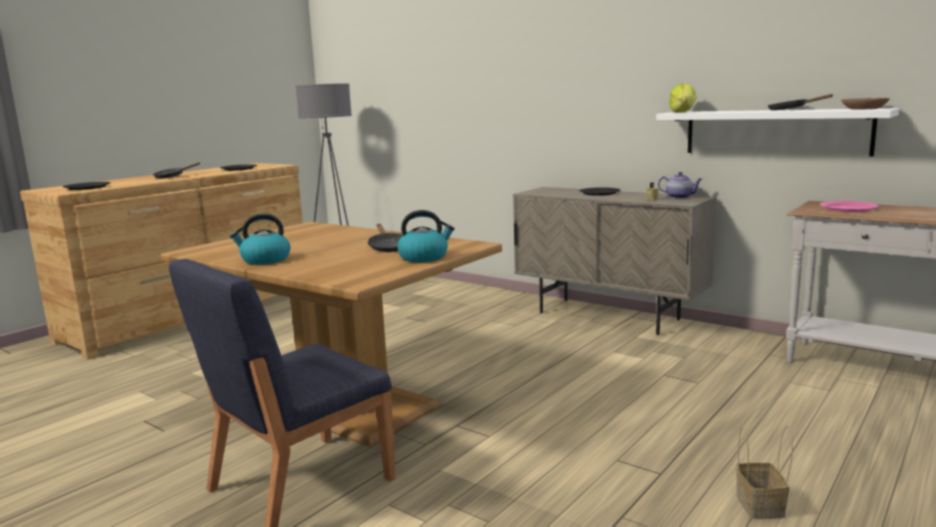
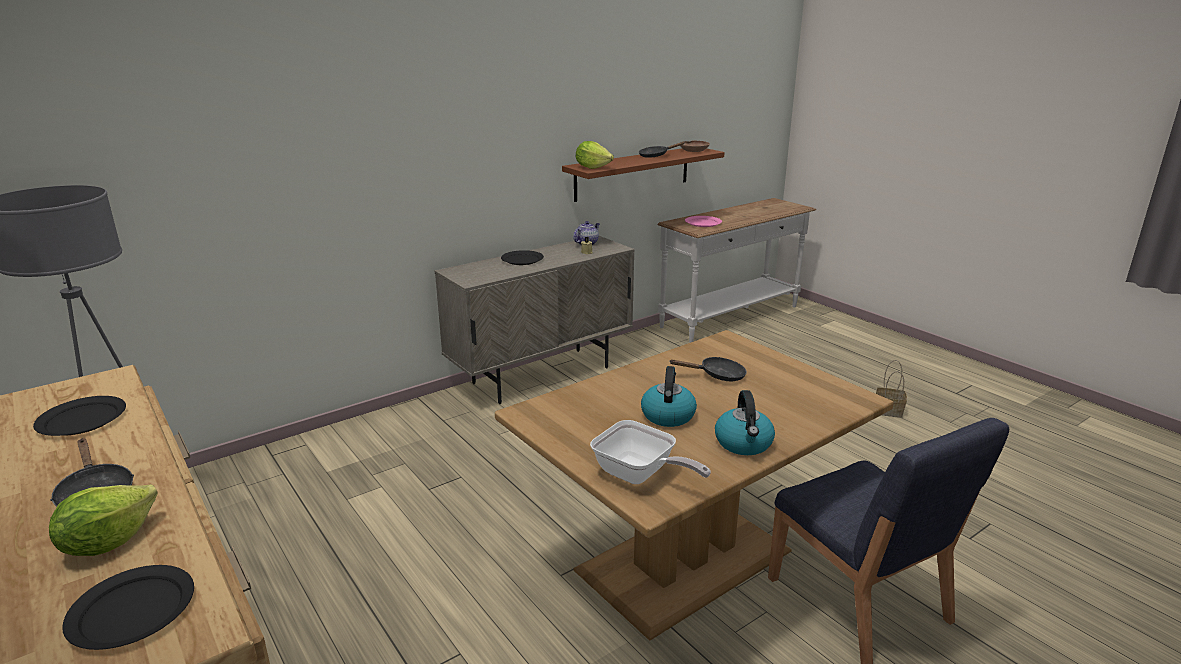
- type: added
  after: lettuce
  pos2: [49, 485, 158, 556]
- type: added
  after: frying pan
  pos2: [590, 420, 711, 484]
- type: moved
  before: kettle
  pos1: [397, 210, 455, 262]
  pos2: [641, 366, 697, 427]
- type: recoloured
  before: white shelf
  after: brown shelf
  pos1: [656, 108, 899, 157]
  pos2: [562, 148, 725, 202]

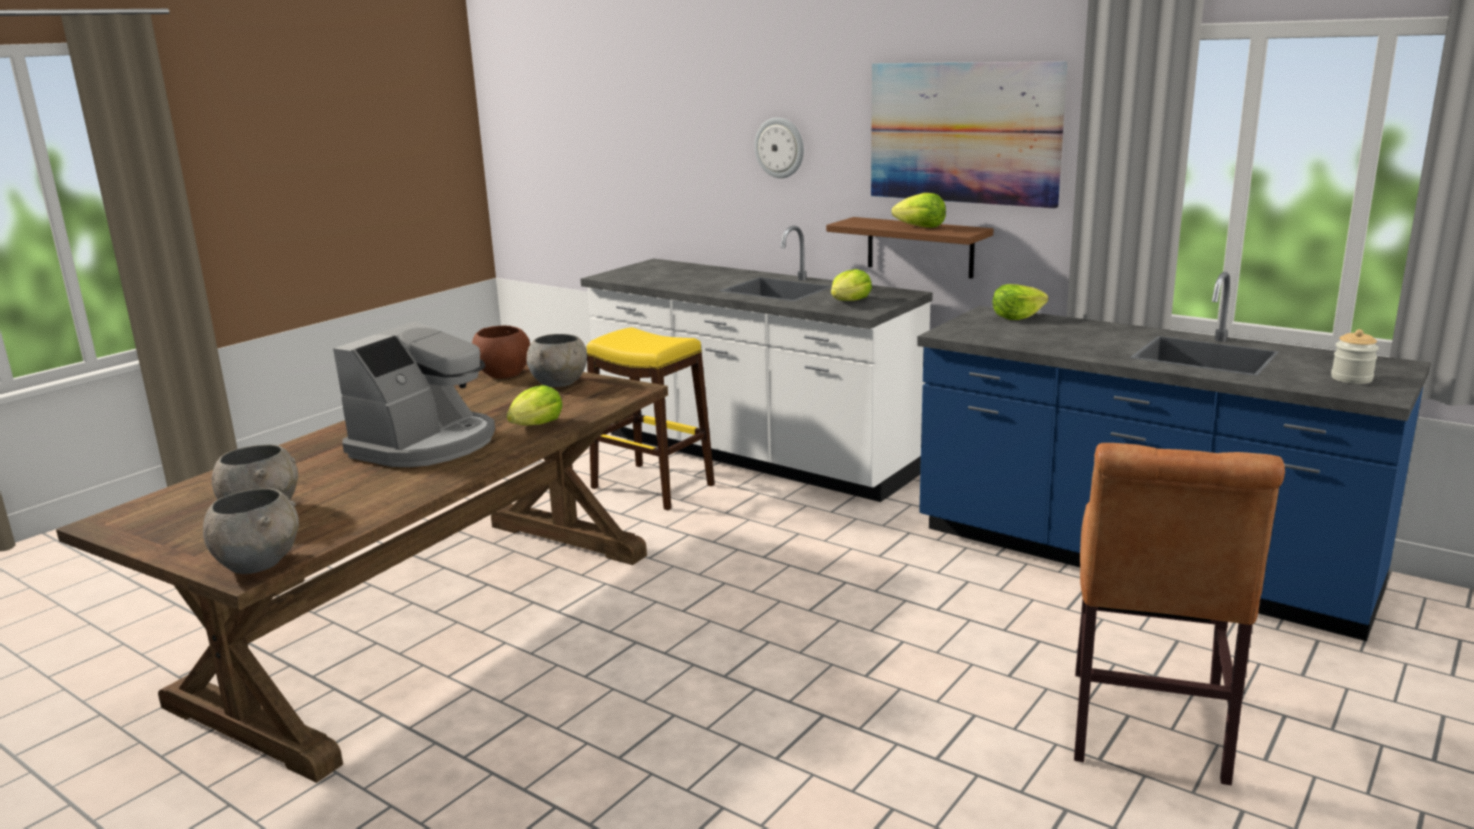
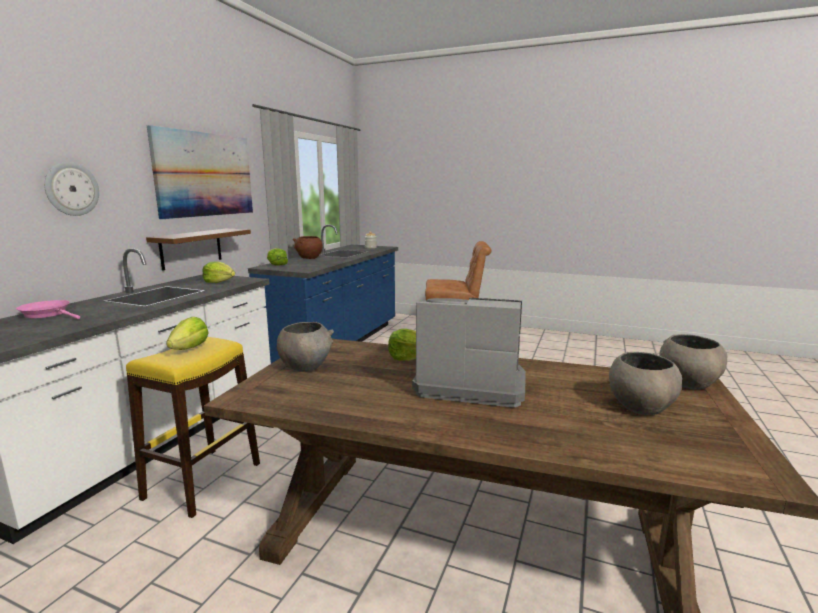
- type: added
  after: pink frying pan
  pos2: [16, 300, 80, 319]
- type: moved
  before: brown bowl
  pos1: [472, 326, 530, 379]
  pos2: [293, 236, 323, 259]
- type: moved
  before: lettuce
  pos1: [891, 193, 946, 228]
  pos2: [166, 317, 208, 350]

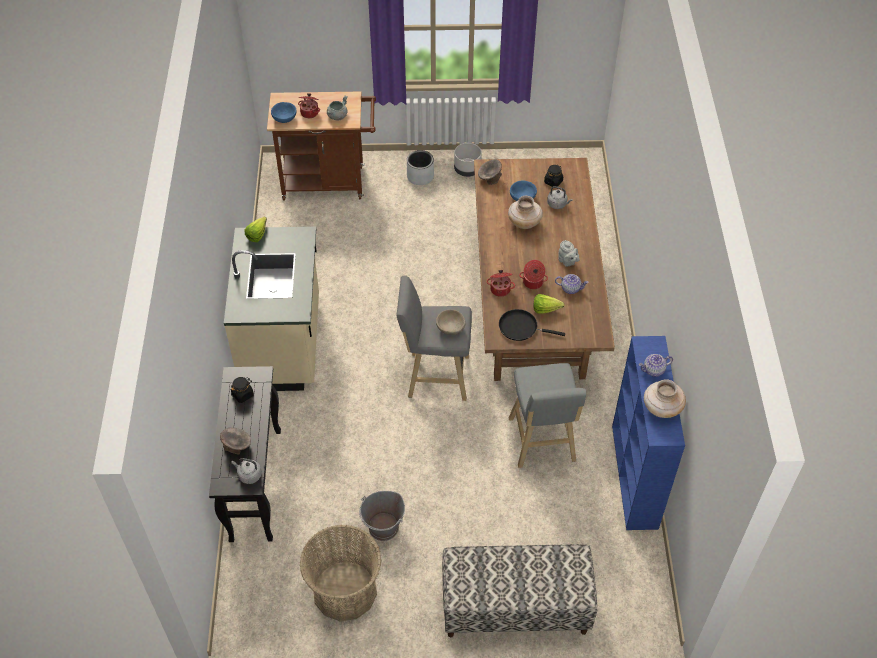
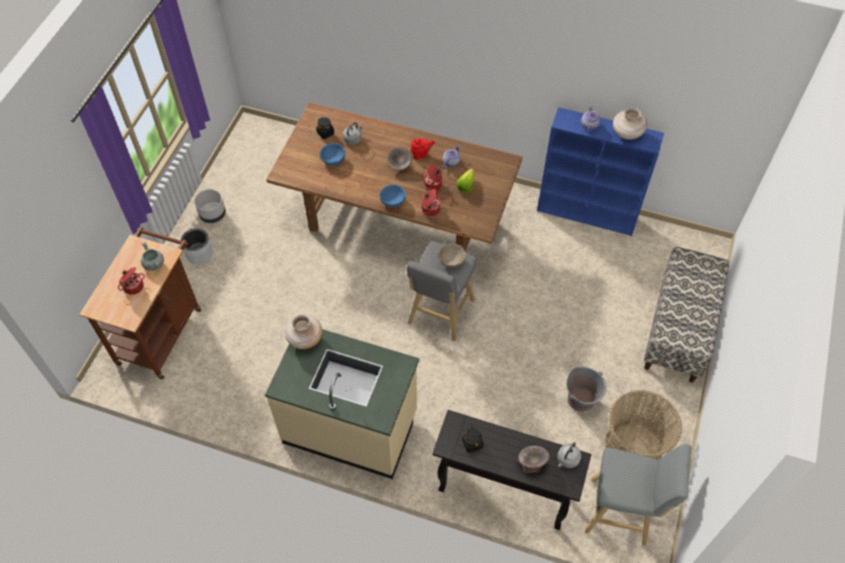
- type: removed
  before: lettuce
  pos1: [245, 216, 267, 242]
- type: removed
  before: black frying pan
  pos1: [499, 309, 565, 341]
- type: moved
  before: blue bowl
  pos1: [271, 102, 297, 123]
  pos2: [380, 185, 406, 207]
- type: moved
  before: grey bowl
  pos1: [478, 159, 502, 185]
  pos2: [387, 147, 412, 171]
- type: moved
  before: beige vase
  pos1: [508, 196, 543, 229]
  pos2: [285, 315, 322, 349]
- type: moved
  before: grey stool
  pos1: [509, 363, 586, 468]
  pos2: [585, 444, 691, 546]
- type: recoloured
  before: grey teapot
  after: red teapot
  pos1: [558, 240, 580, 267]
  pos2: [411, 138, 435, 160]

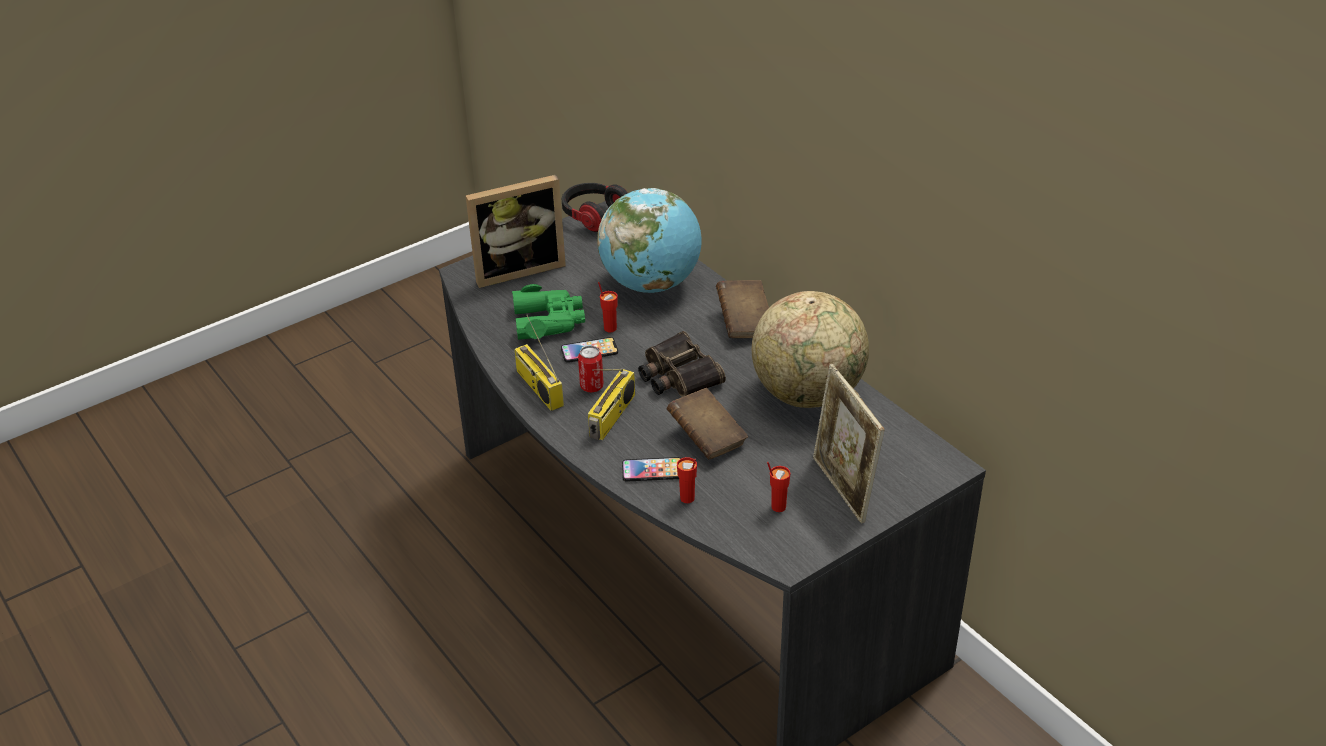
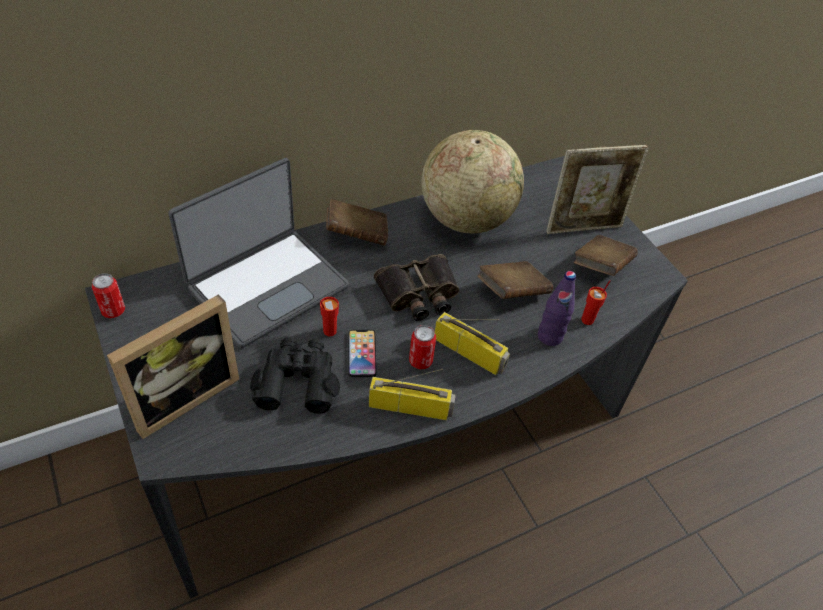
- type: replaced
  before: headphones
  after: can
  pos1: [562, 183, 628, 232]
  pos2: [92, 273, 125, 318]
- type: replaced
  before: globe
  after: laptop
  pos1: [597, 188, 702, 293]
  pos2: [168, 158, 349, 348]
- type: replaced
  before: phone
  after: purple bottle
  pos1: [622, 457, 681, 481]
  pos2: [538, 271, 576, 346]
- type: replaced
  before: red cup
  after: brown book
  pos1: [767, 462, 791, 512]
  pos2: [574, 235, 638, 276]
- type: recoloured
  before: green binoculars
  after: black binoculars
  pos1: [512, 284, 585, 340]
  pos2: [250, 338, 340, 414]
- type: turned
  before: picture frame
  pos1: [465, 175, 566, 288]
  pos2: [107, 294, 239, 439]
  turn: 60
- type: turned
  before: radio
  pos1: [514, 315, 564, 411]
  pos2: [369, 368, 456, 420]
  turn: -150

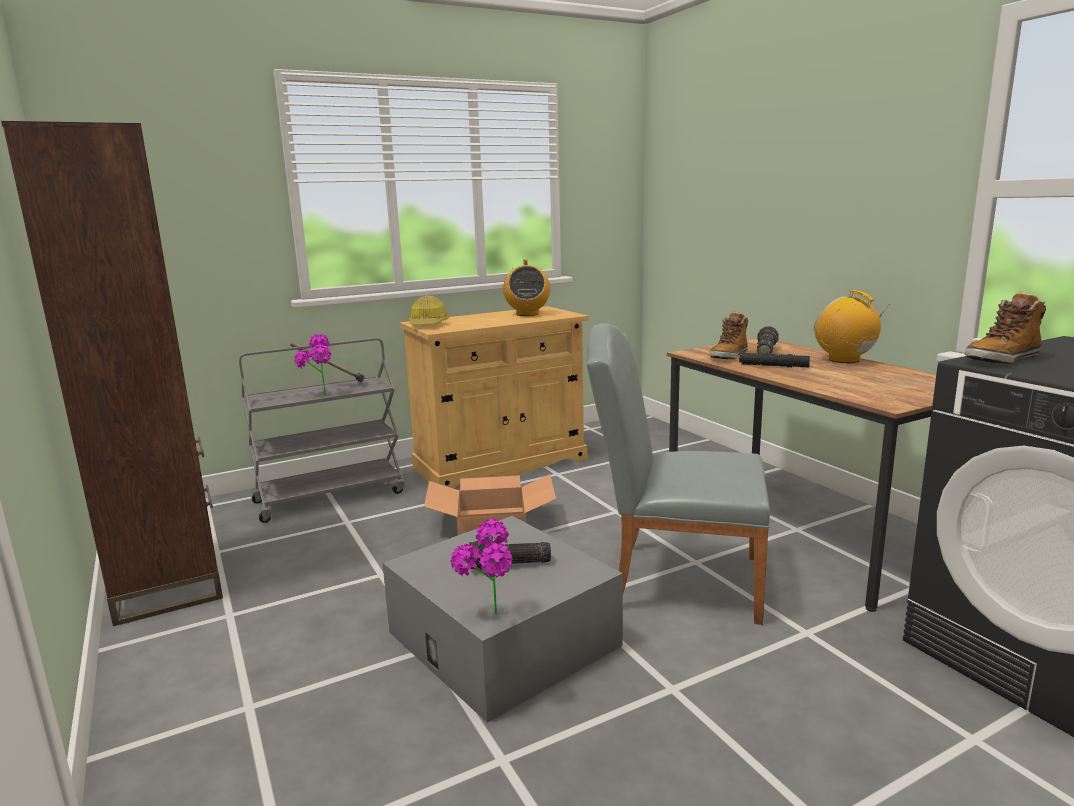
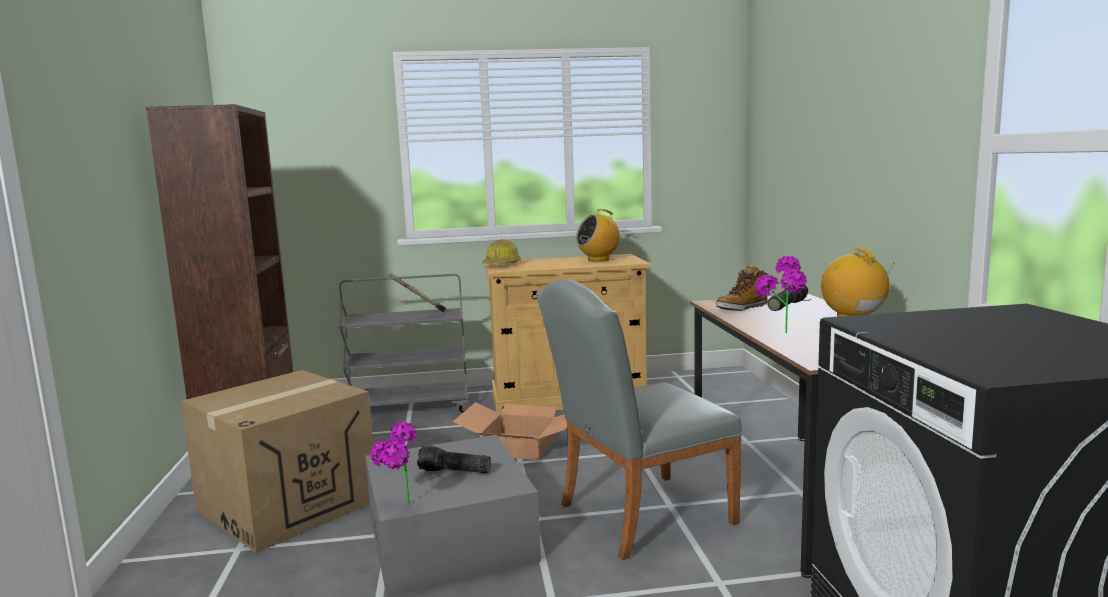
- type: removed
  before: black flashlight
  pos1: [739, 353, 810, 367]
- type: removed
  before: boot
  pos1: [965, 292, 1046, 364]
- type: added
  after: cardboard box
  pos2: [181, 370, 373, 553]
- type: moved
  before: potted plant
  pos1: [294, 334, 331, 395]
  pos2: [755, 256, 807, 333]
- type: turned
  before: radio
  pos1: [503, 259, 550, 316]
  pos2: [576, 209, 620, 261]
  turn: 45
- type: turned
  before: grey chair
  pos1: [587, 323, 770, 625]
  pos2: [536, 279, 743, 560]
  turn: -60

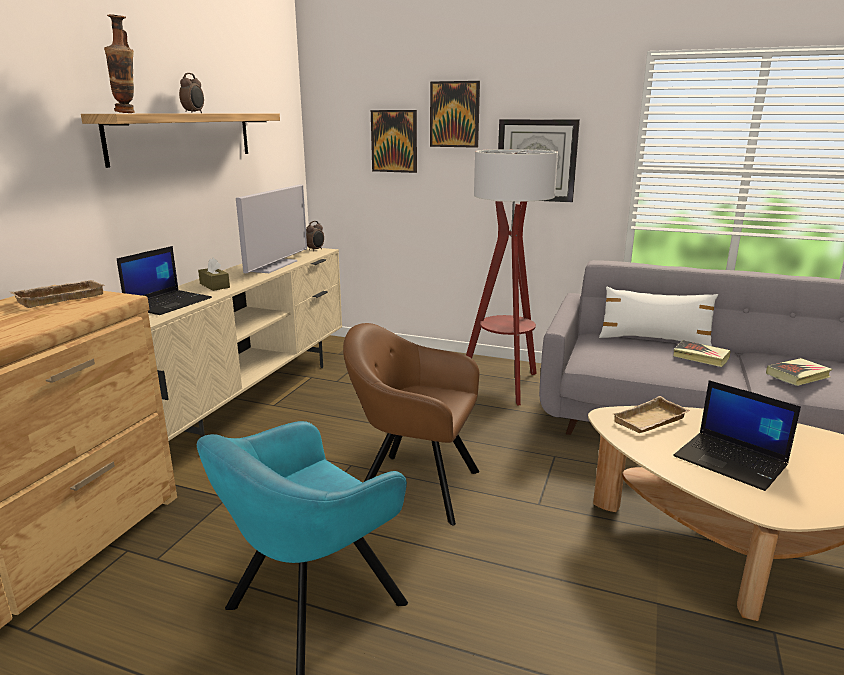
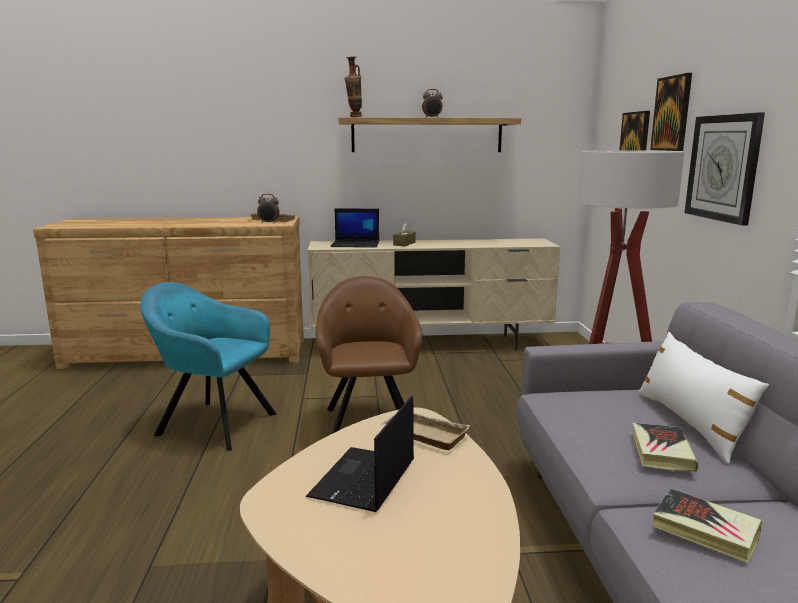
- type: removed
  before: television
  pos1: [236, 184, 307, 273]
- type: moved
  before: alarm clock
  pos1: [306, 221, 324, 251]
  pos2: [257, 194, 279, 224]

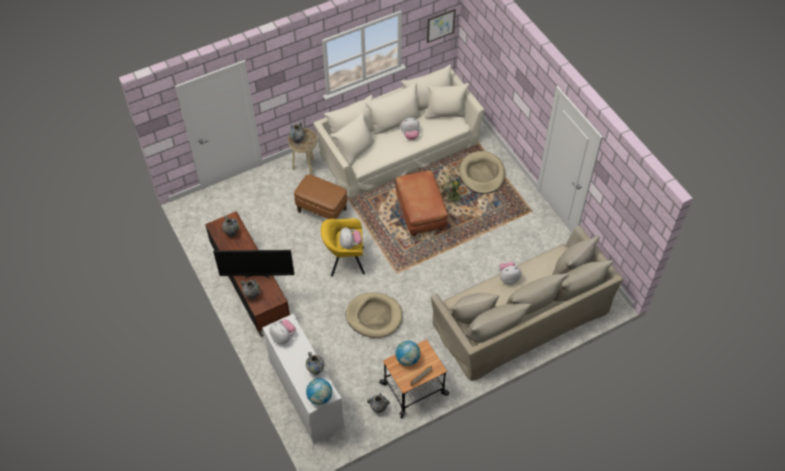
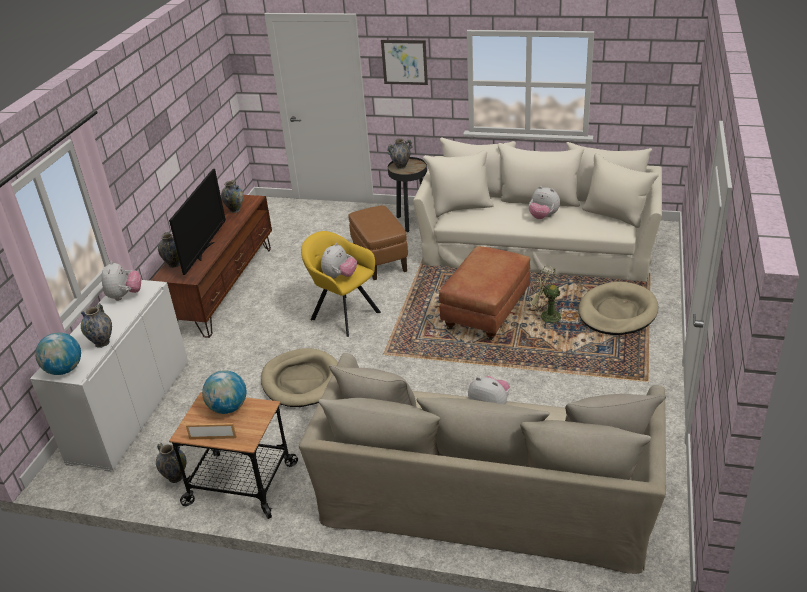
- type: moved
  before: picture
  pos1: [427, 9, 456, 43]
  pos2: [381, 40, 428, 85]
- type: recoloured
  before: beige side table
  after: black side table
  pos1: [288, 128, 317, 175]
  pos2: [388, 157, 427, 232]
- type: turned
  before: television
  pos1: [213, 250, 294, 278]
  pos2: [169, 169, 226, 275]
  turn: -120

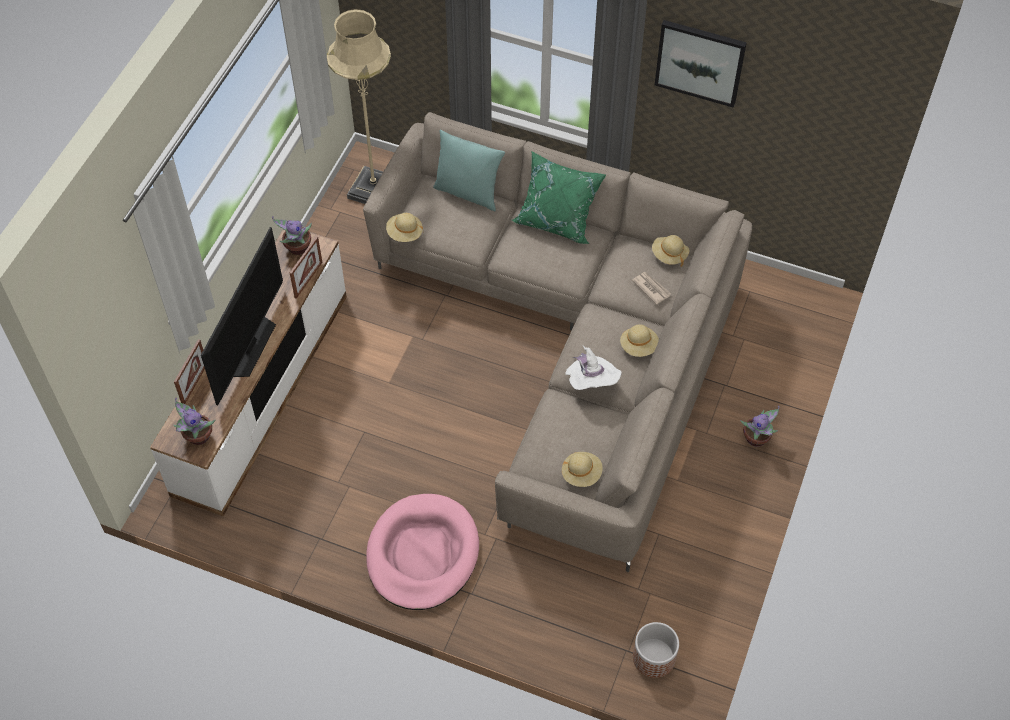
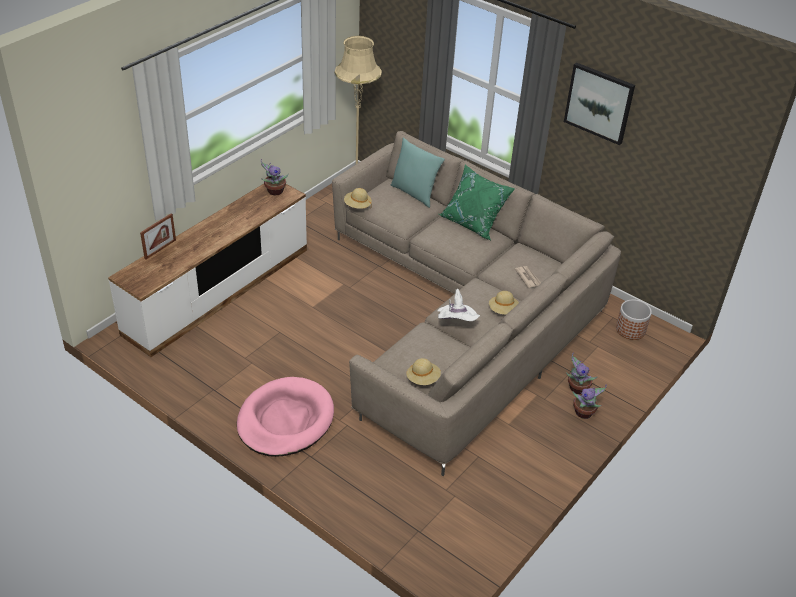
- type: removed
  before: television
  pos1: [201, 227, 283, 405]
- type: removed
  before: picture frame
  pos1: [290, 236, 322, 299]
- type: removed
  before: beige hat
  pos1: [652, 235, 689, 267]
- type: moved
  before: potted plant
  pos1: [174, 398, 215, 445]
  pos2: [566, 352, 598, 394]
- type: moved
  before: planter
  pos1: [633, 622, 679, 678]
  pos2: [616, 299, 652, 340]

